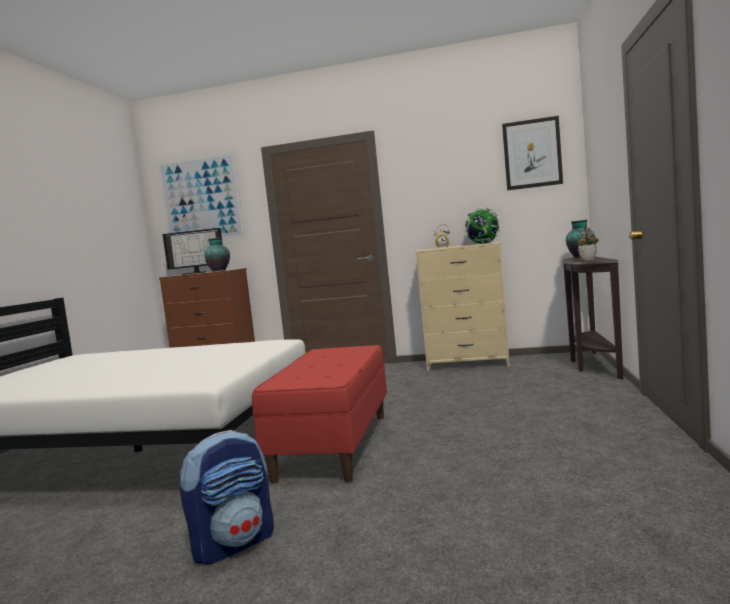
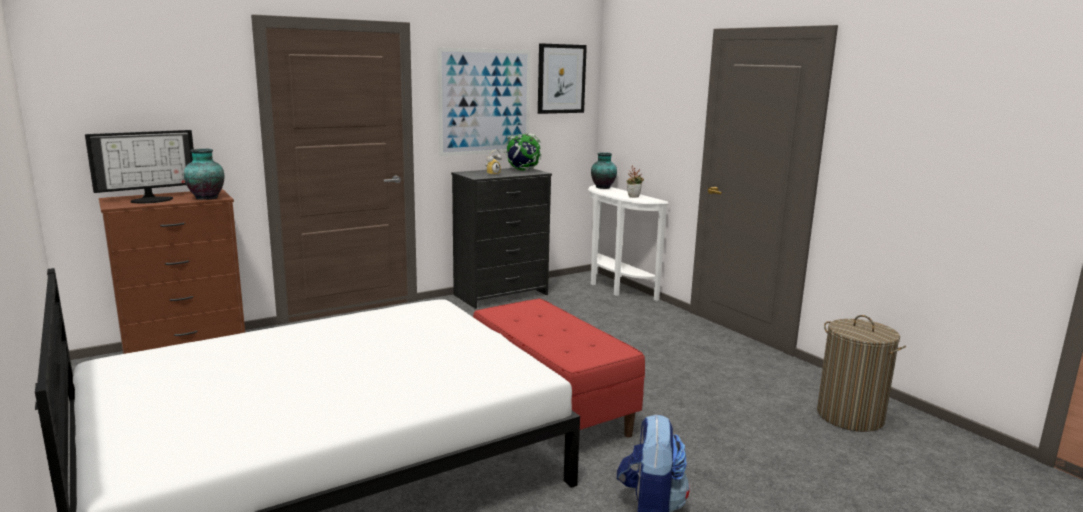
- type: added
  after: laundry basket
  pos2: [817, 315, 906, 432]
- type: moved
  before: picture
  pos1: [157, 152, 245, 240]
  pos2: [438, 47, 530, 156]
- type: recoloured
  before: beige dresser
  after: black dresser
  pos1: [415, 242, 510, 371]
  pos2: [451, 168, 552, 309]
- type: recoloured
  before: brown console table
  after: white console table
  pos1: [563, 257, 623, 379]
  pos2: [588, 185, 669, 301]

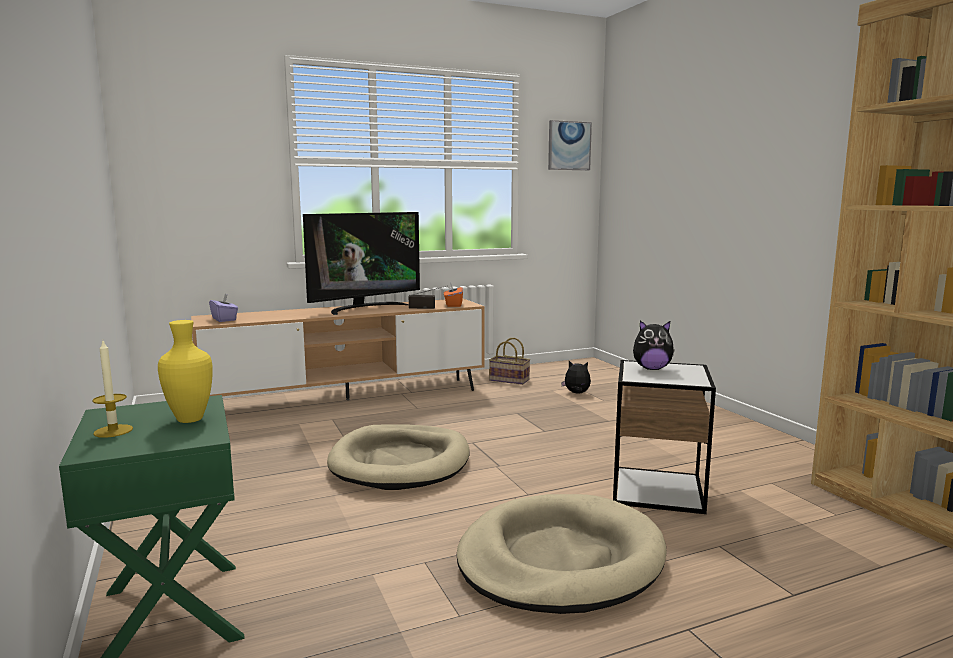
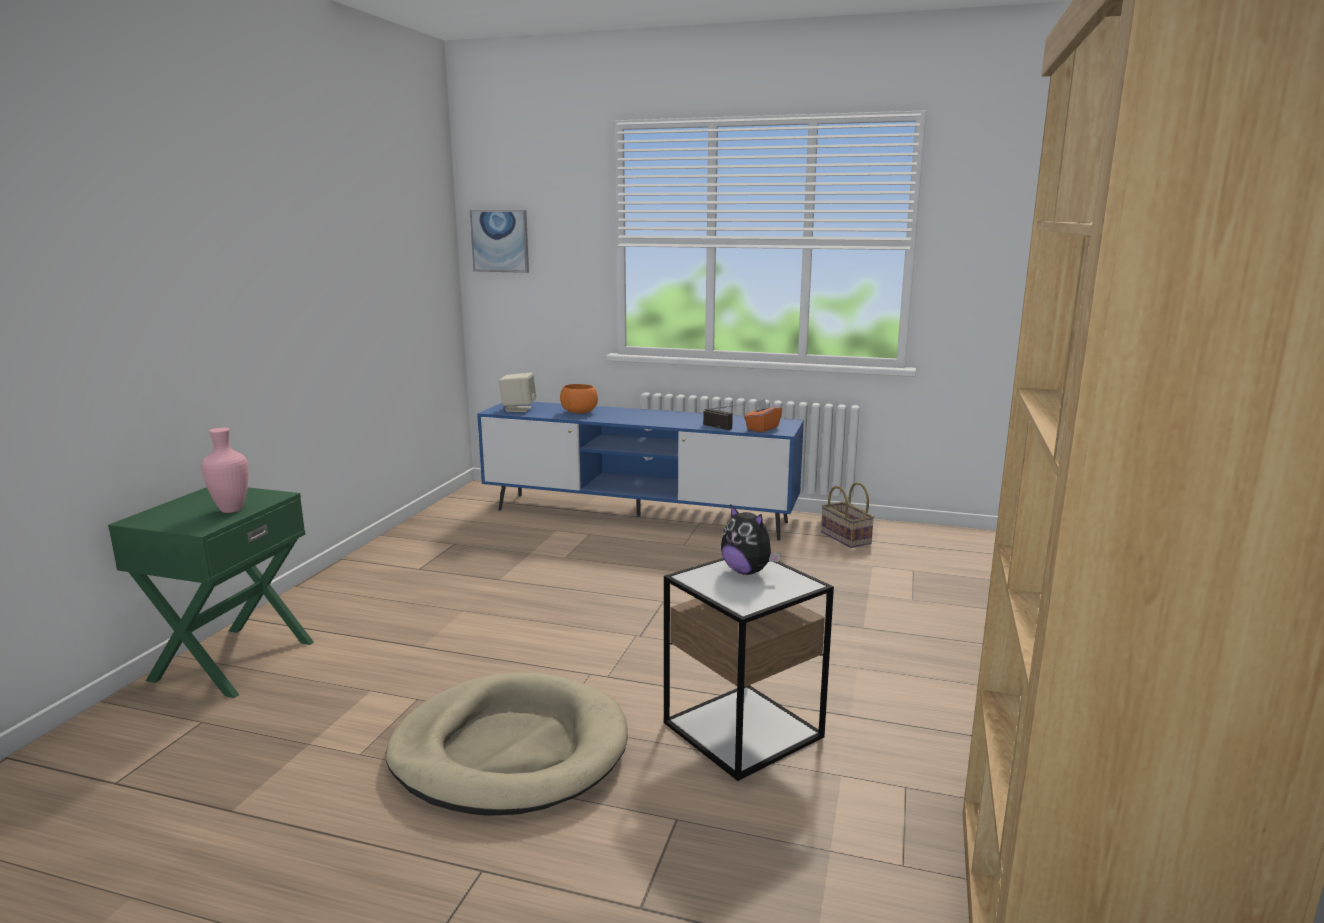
- type: removed
  before: candle
  pos1: [92, 341, 133, 438]
- type: removed
  before: television
  pos1: [303, 212, 420, 315]
- type: removed
  before: beige dog bed
  pos1: [327, 425, 470, 490]
- type: removed
  before: plush toy
  pos1: [561, 361, 591, 394]
- type: added
  after: orange bowl
  pos2: [560, 384, 598, 414]
- type: moved
  before: picture
  pos1: [548, 120, 592, 170]
  pos2: [470, 210, 529, 273]
- type: replaced
  before: purple tissue box
  after: beige speaker
  pos1: [209, 294, 238, 322]
  pos2: [499, 373, 536, 412]
- type: recoloured
  before: yellow vase
  after: pink vase
  pos1: [158, 320, 213, 423]
  pos2: [201, 428, 249, 513]
- type: recoloured
  before: brown tv stand
  after: blue tv stand
  pos1: [191, 298, 485, 400]
  pos2: [477, 402, 804, 540]

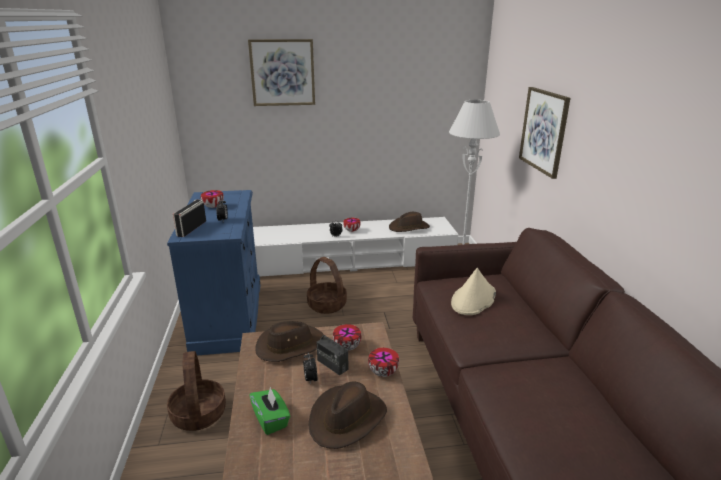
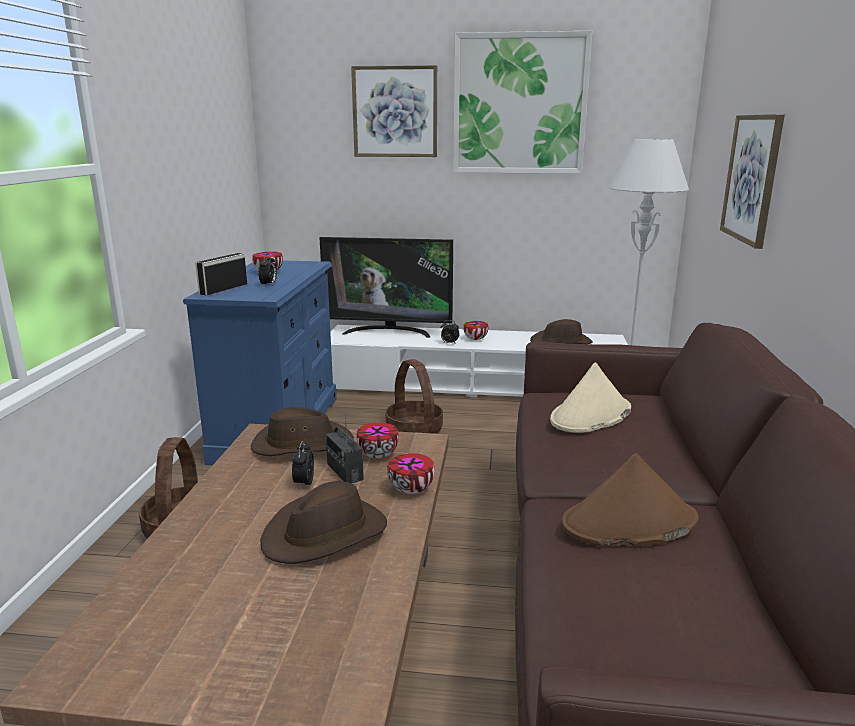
- type: removed
  before: green tissue box
  pos1: [249, 386, 290, 435]
- type: added
  after: television
  pos2: [320, 237, 453, 338]
- type: added
  after: picture
  pos2: [453, 31, 593, 174]
- type: added
  after: brown hat
  pos2: [562, 453, 699, 546]

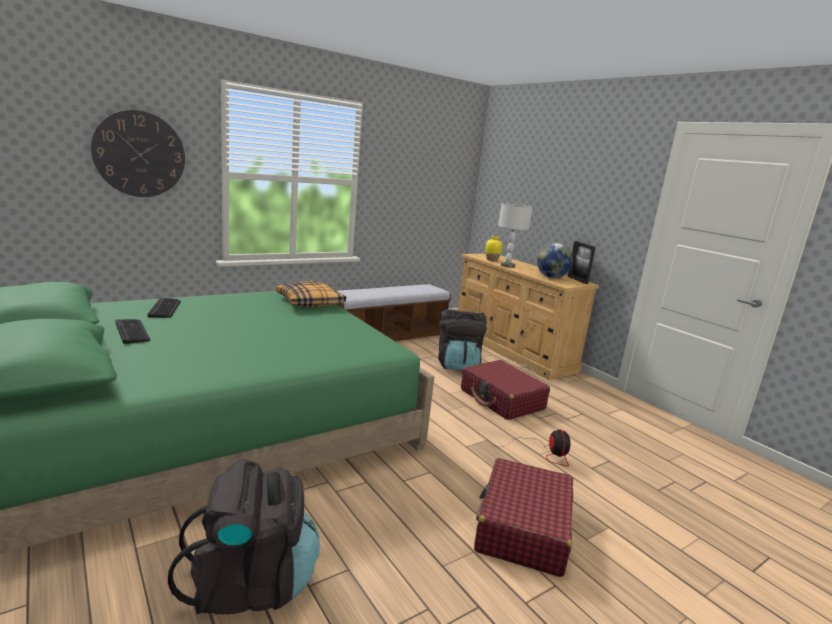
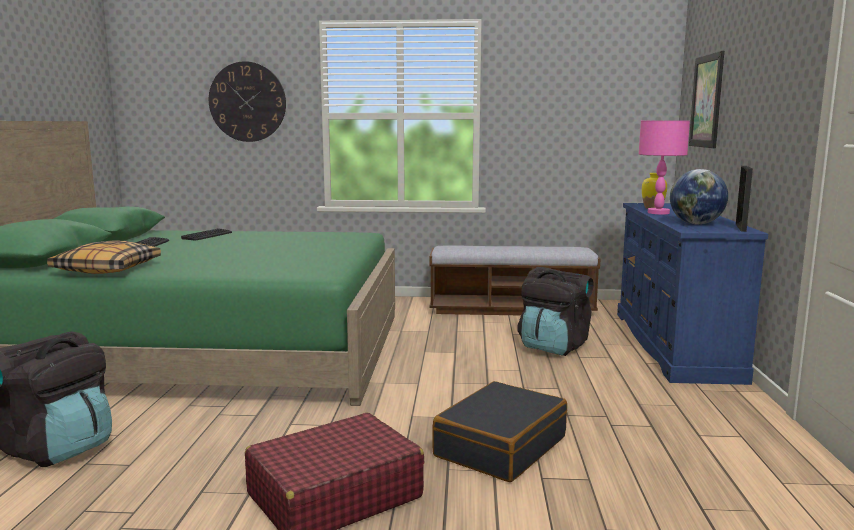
- type: removed
  before: red suitcase
  pos1: [461, 360, 550, 420]
- type: added
  after: picture
  pos2: [689, 51, 724, 148]
- type: moved
  before: pillow
  pos1: [276, 281, 346, 307]
  pos2: [47, 241, 161, 274]
- type: replaced
  before: fan
  after: black suitcase
  pos1: [493, 429, 570, 467]
  pos2: [432, 381, 567, 482]
- type: recoloured
  before: beige dresser
  after: blue dresser
  pos1: [458, 253, 599, 380]
  pos2: [617, 203, 768, 385]
- type: recoloured
  before: grey table lamp
  after: pink table lamp
  pos1: [498, 203, 533, 268]
  pos2: [639, 120, 690, 214]

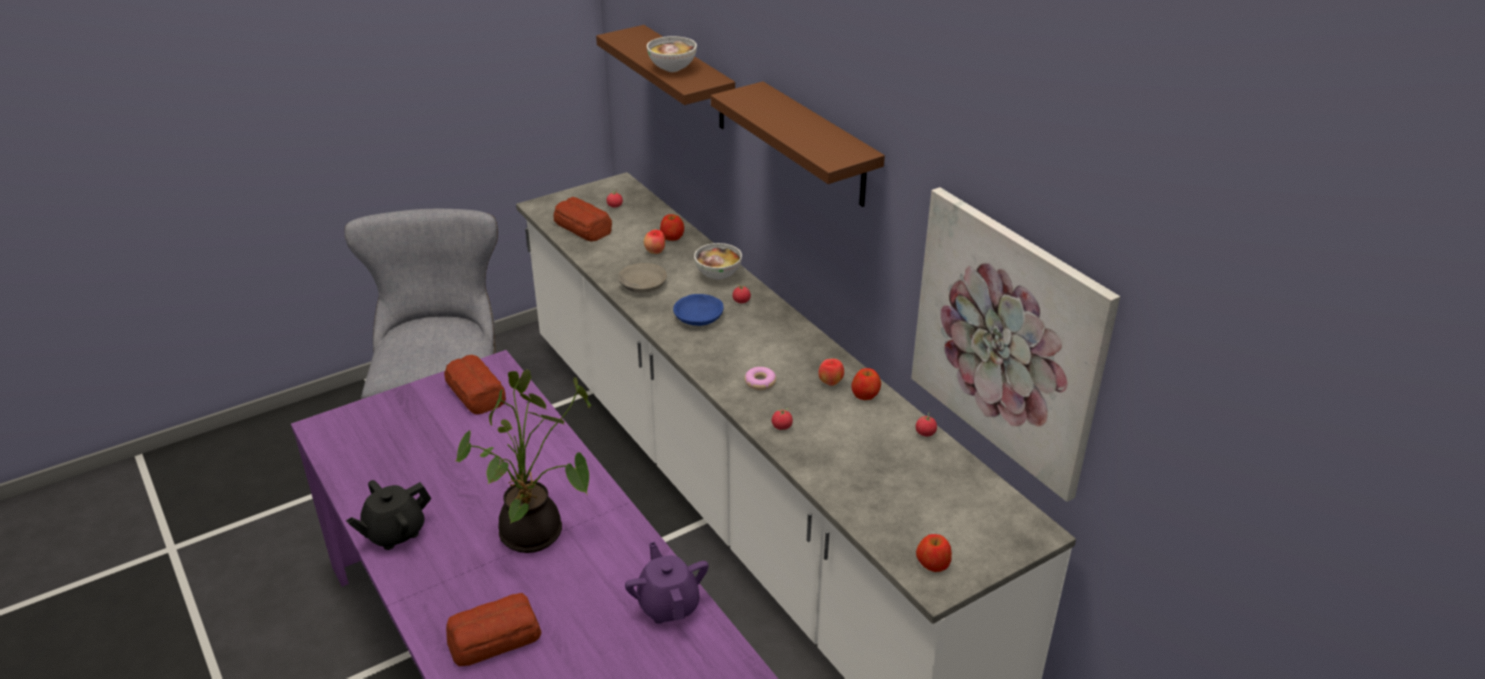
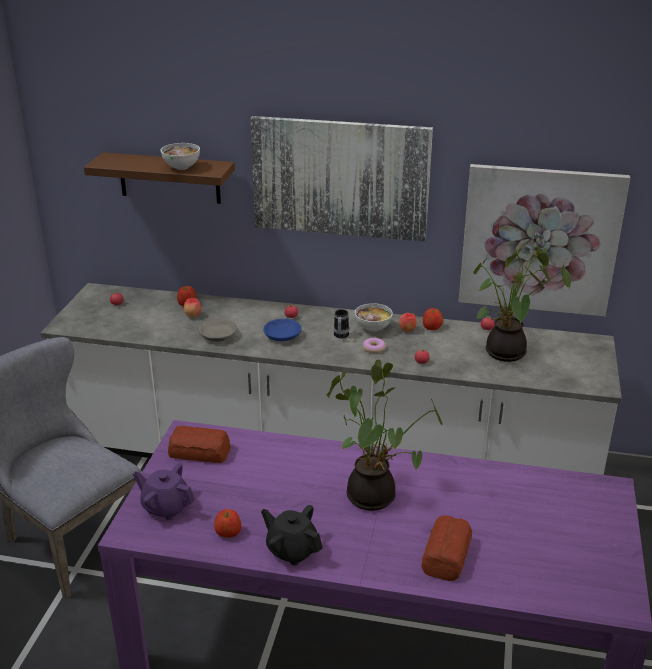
- type: removed
  before: bread
  pos1: [554, 197, 612, 241]
- type: added
  after: mug
  pos2: [334, 309, 349, 338]
- type: added
  after: potted plant
  pos2: [473, 246, 571, 362]
- type: moved
  before: purple teapot
  pos1: [625, 541, 709, 624]
  pos2: [133, 463, 195, 520]
- type: moved
  before: bowl
  pos1: [694, 243, 742, 280]
  pos2: [355, 303, 393, 332]
- type: moved
  before: apple
  pos1: [916, 534, 952, 572]
  pos2: [214, 509, 241, 538]
- type: replaced
  before: brown shelf
  after: picture
  pos1: [711, 81, 885, 207]
  pos2: [250, 116, 433, 242]
- type: turned
  before: black teapot
  pos1: [346, 480, 431, 550]
  pos2: [261, 505, 323, 565]
  turn: 120

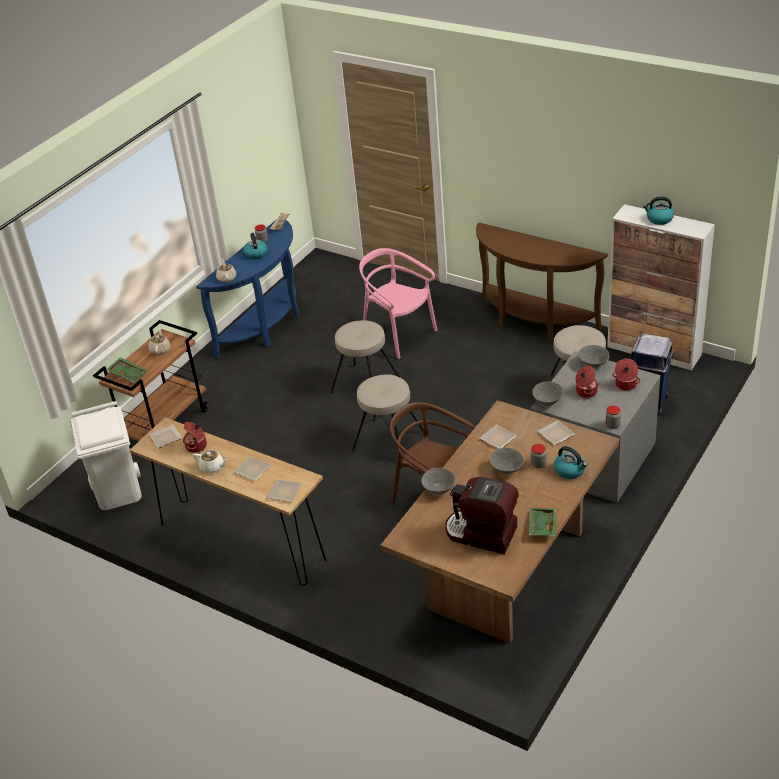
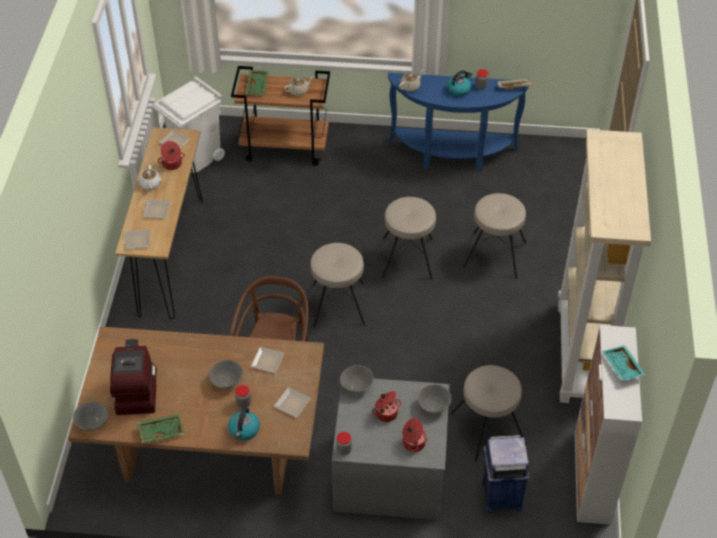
- type: moved
  before: grey bowl
  pos1: [421, 468, 456, 495]
  pos2: [73, 402, 108, 431]
- type: replaced
  before: pink chair
  after: beige stool
  pos1: [359, 248, 438, 359]
  pos2: [463, 193, 527, 279]
- type: replaced
  before: brown console table
  after: beige bookcase
  pos1: [476, 223, 608, 340]
  pos2: [558, 129, 651, 403]
- type: replaced
  before: kettle
  after: turquoise tray
  pos1: [643, 197, 674, 225]
  pos2: [602, 345, 646, 381]

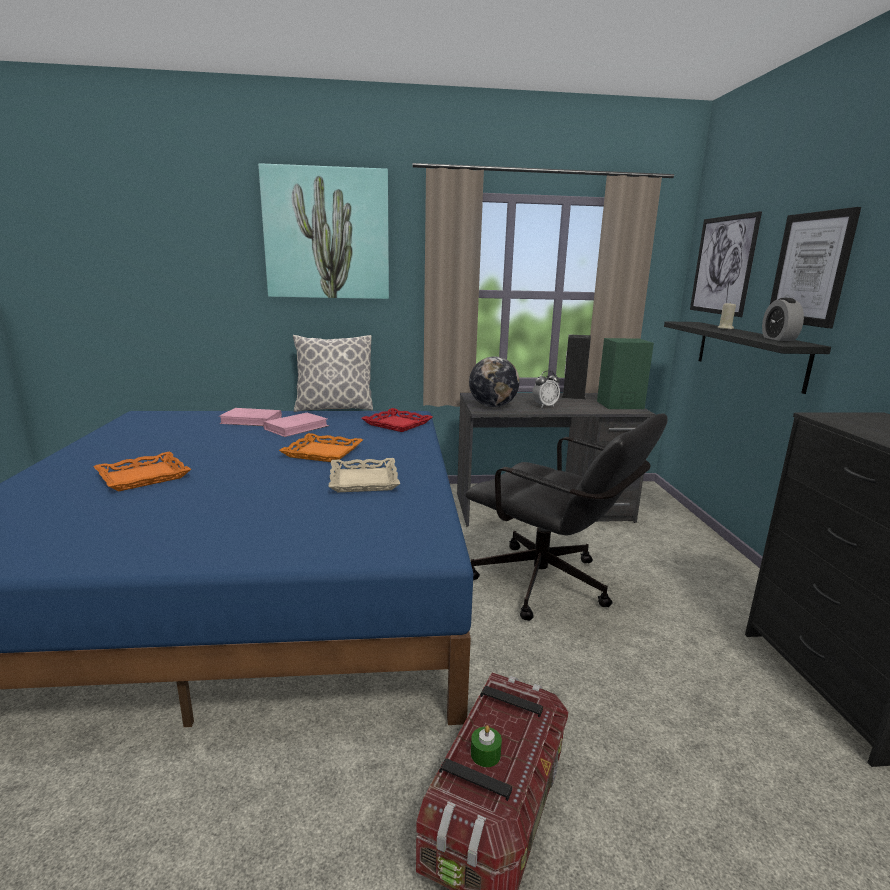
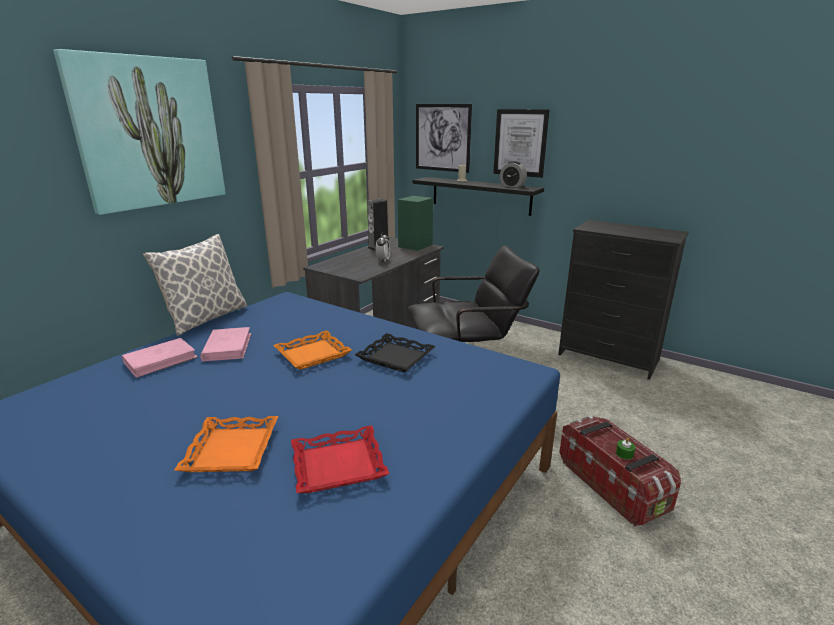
- type: removed
  before: globe
  pos1: [469, 356, 519, 407]
- type: moved
  before: red tray
  pos1: [361, 408, 433, 432]
  pos2: [291, 426, 390, 493]
- type: recoloured
  before: beige tray
  after: black tray
  pos1: [329, 458, 400, 492]
  pos2: [355, 333, 436, 373]

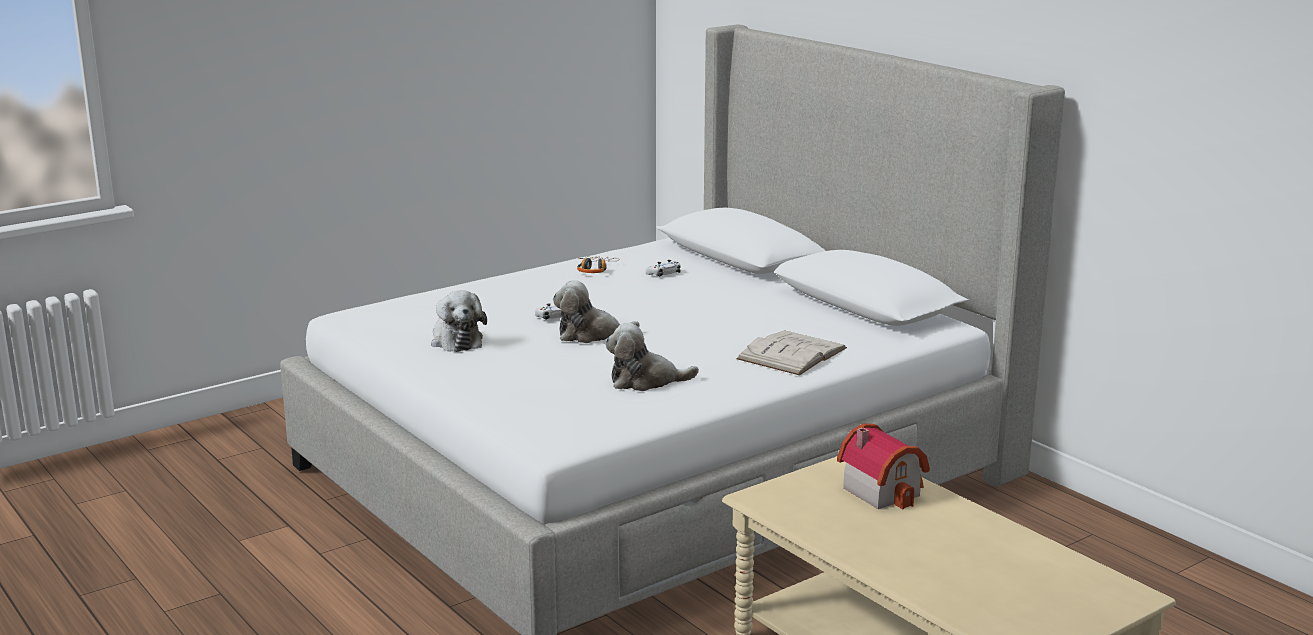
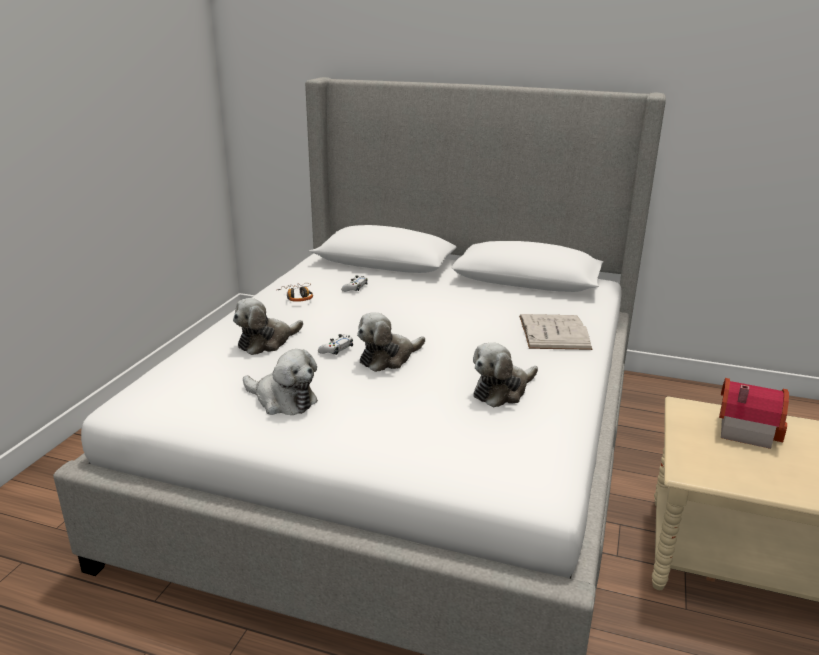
- type: added
  after: plush toy
  pos2: [233, 298, 303, 355]

